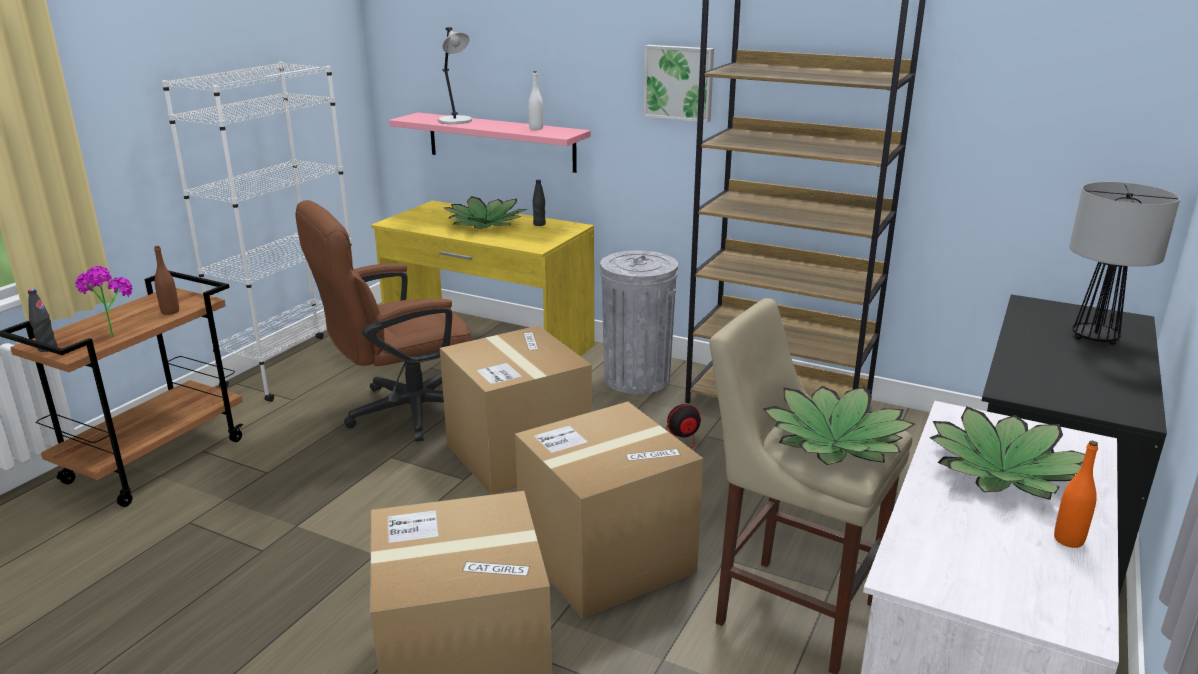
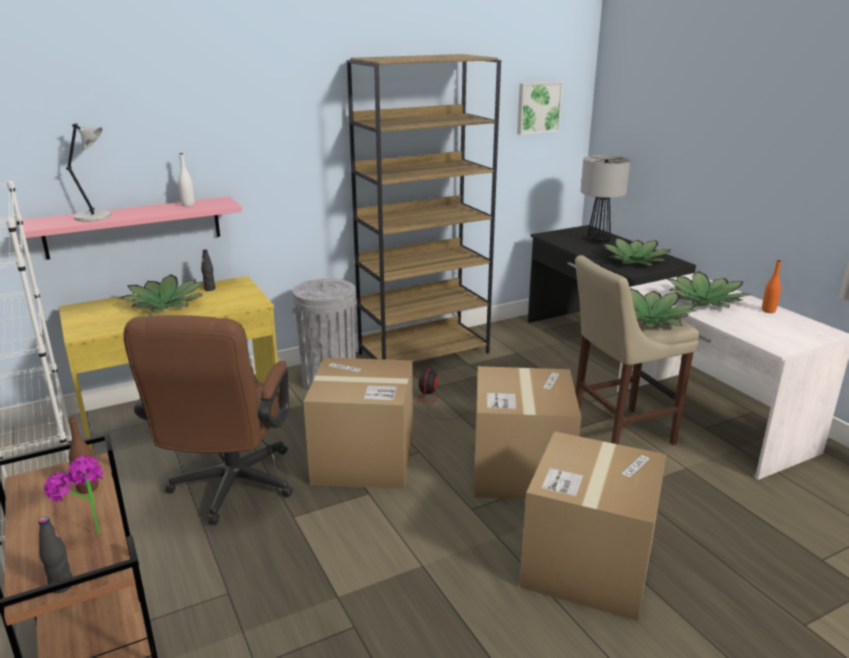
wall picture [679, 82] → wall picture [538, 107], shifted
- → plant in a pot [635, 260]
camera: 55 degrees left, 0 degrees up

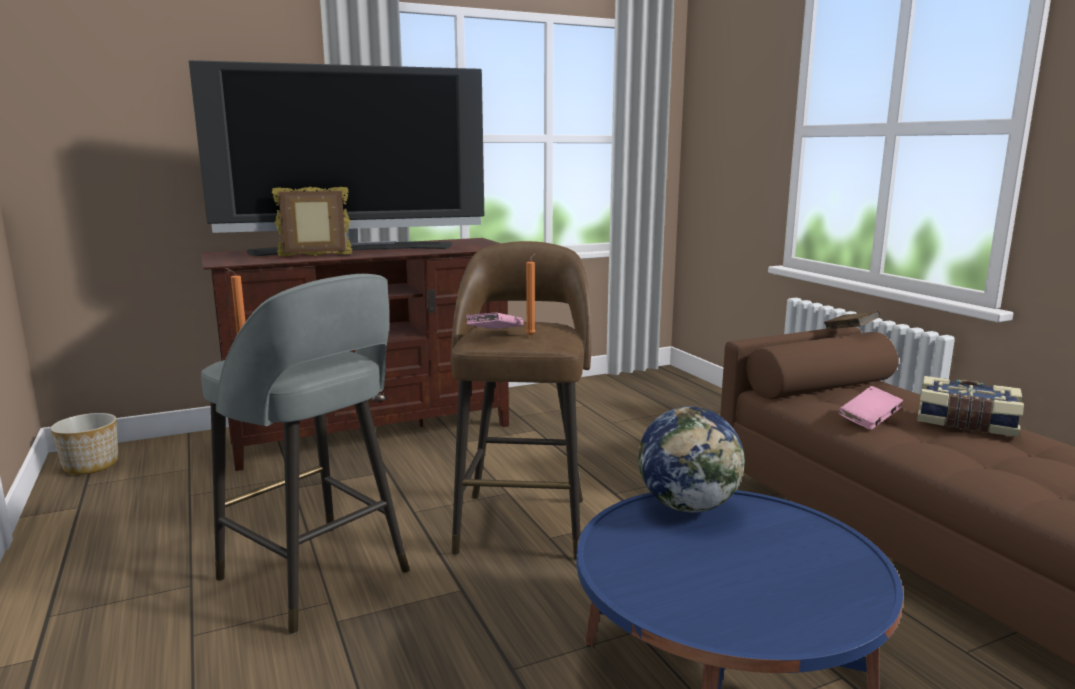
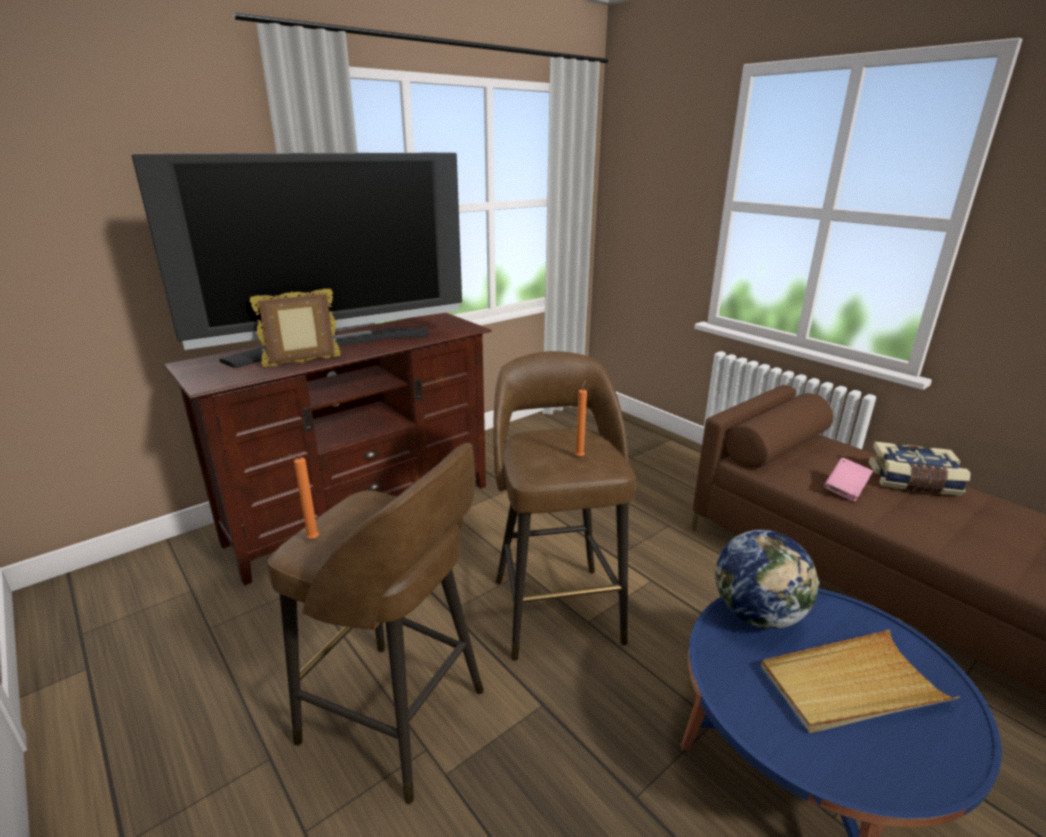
sitting stool (gray) [317, 577] → sitting stool (brown) [398, 719]
bound book (brown) [850, 332] → -
bound book (pink) [494, 335] → -
planter [91, 465] → -
- → carrying tray (sand-coloured) [851, 685]
camera: 15 degrees left, 10 degrees up

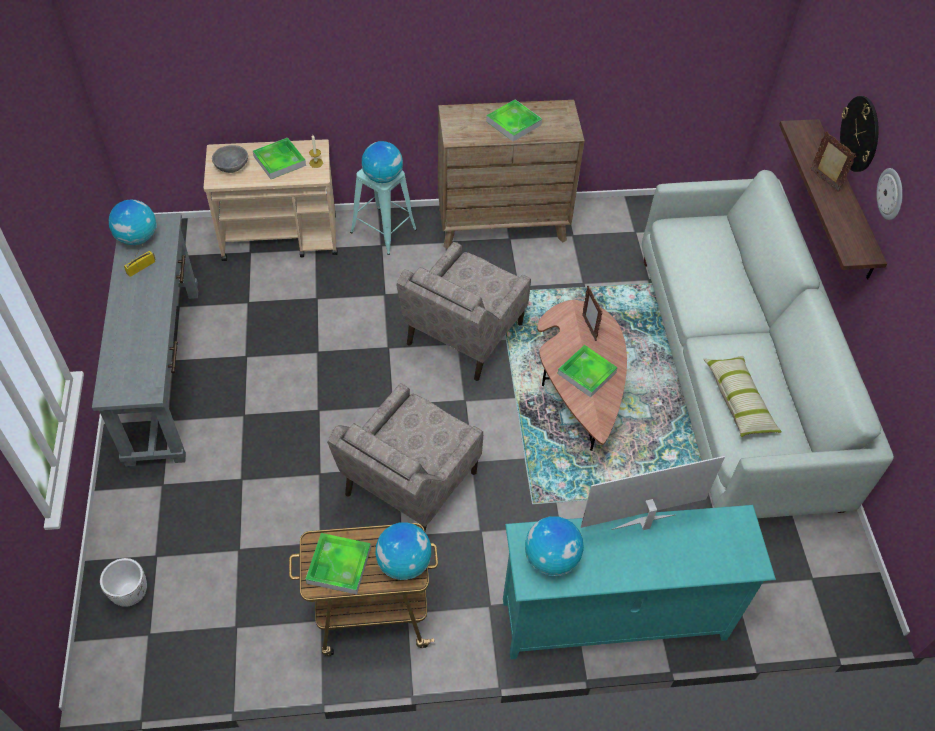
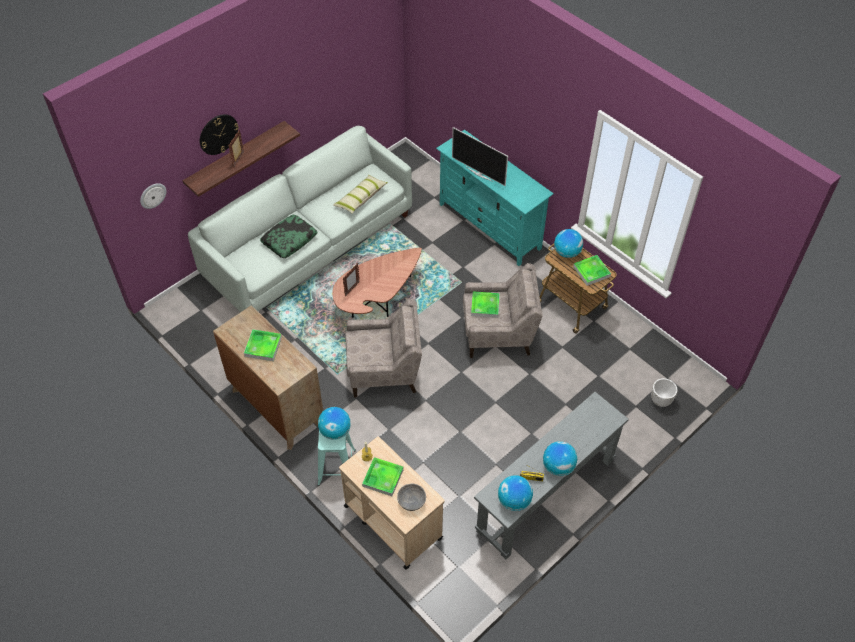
hanging clock [891, 194] → hanging clock [152, 195], shifted
carrying tray [586, 373] → carrying tray [485, 306], shifted
world globe [551, 558] → world globe [558, 466], shifted
- → throw pillow [289, 240]
camera: 125 degrees left, 0 degrees up

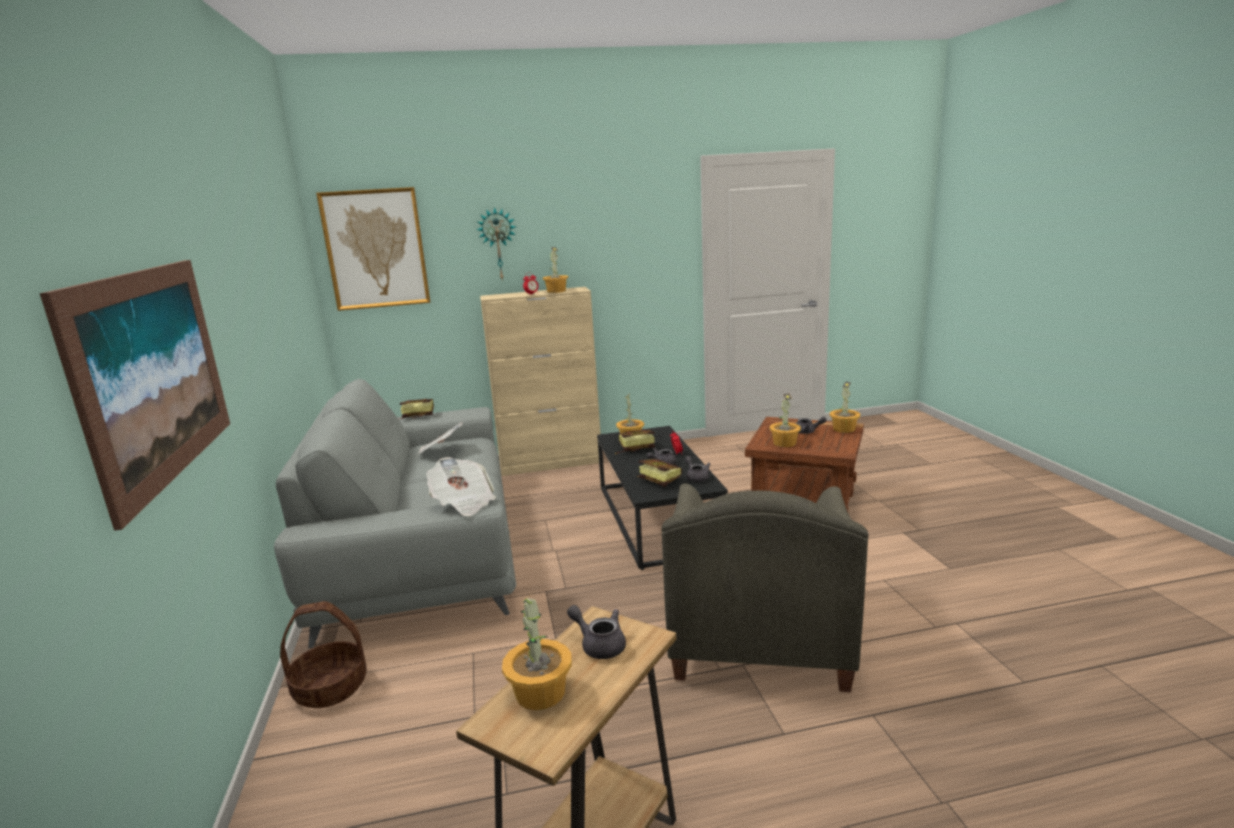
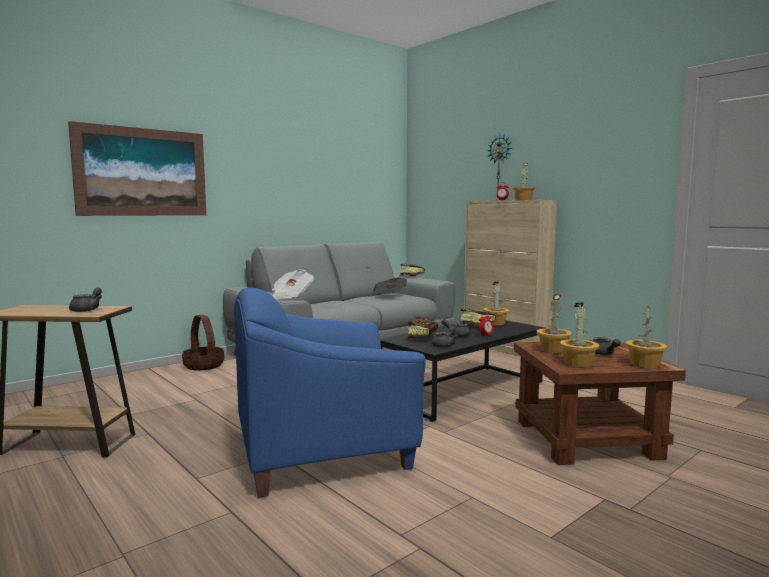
wall picture [376, 249] → -
armchair (gray) [758, 633] → armchair (blue) [323, 451]
plant in a pot [541, 693] → plant in a pot [578, 363], shifted
camera: 60 degrees right, 10 degrees down

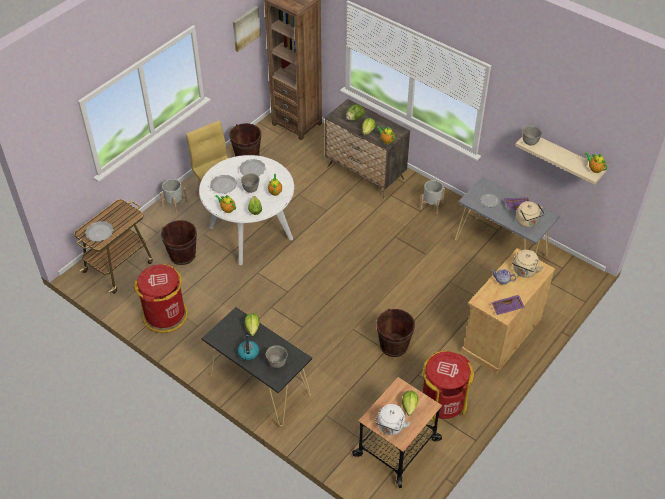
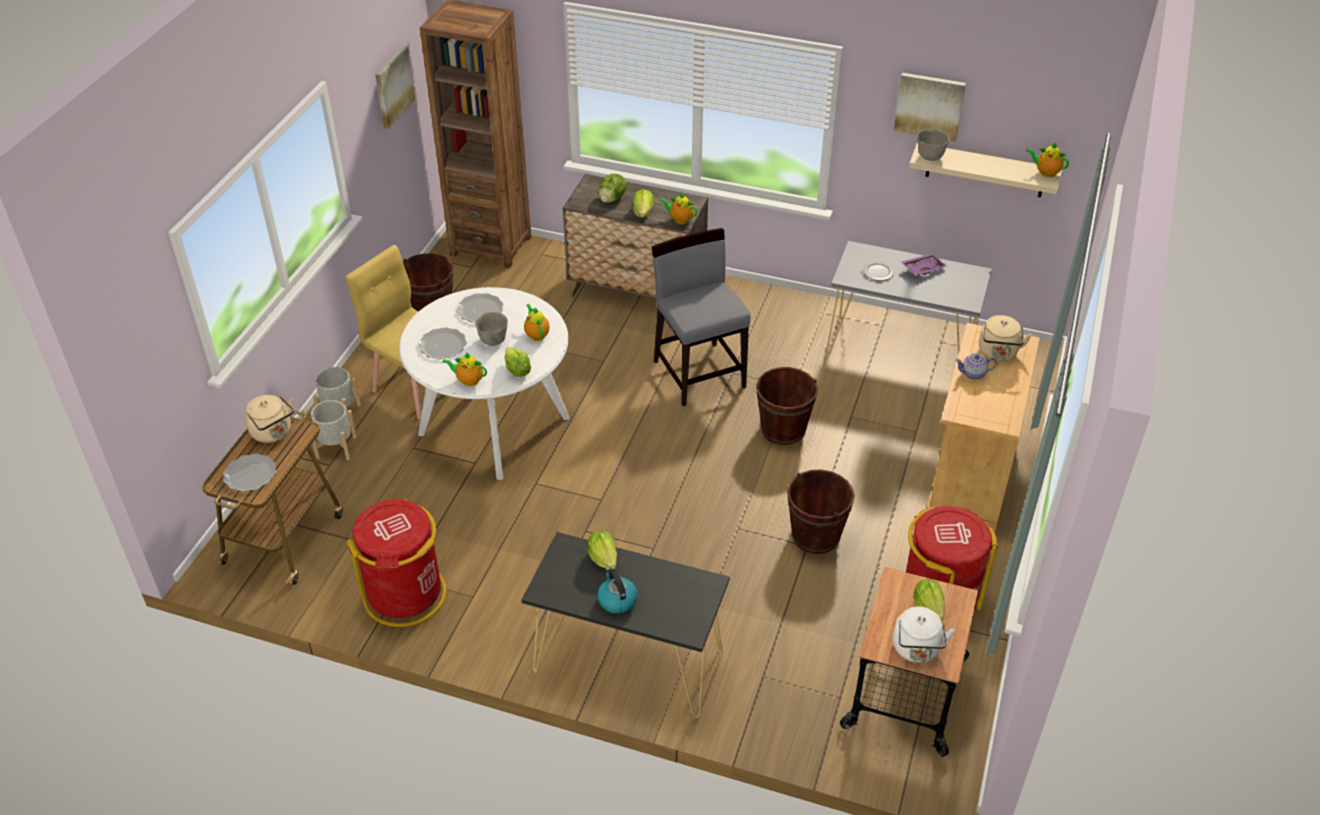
planter (gray) [431, 205] → planter (gray) [336, 447], shifted
tea kettle (sand-coloured) [527, 222] → tea kettle (sand-coloured) [273, 433], shifted
water bucket (brown) [182, 255] → water bucket (brown) [783, 429], shifted
carrying tray (purplish) [507, 308] → -
bowl (gray) [276, 363] → -
- → wall picture [929, 105]
- → plain chair (gray) [699, 373]
camera: 20 degrees left, 5 degrees down

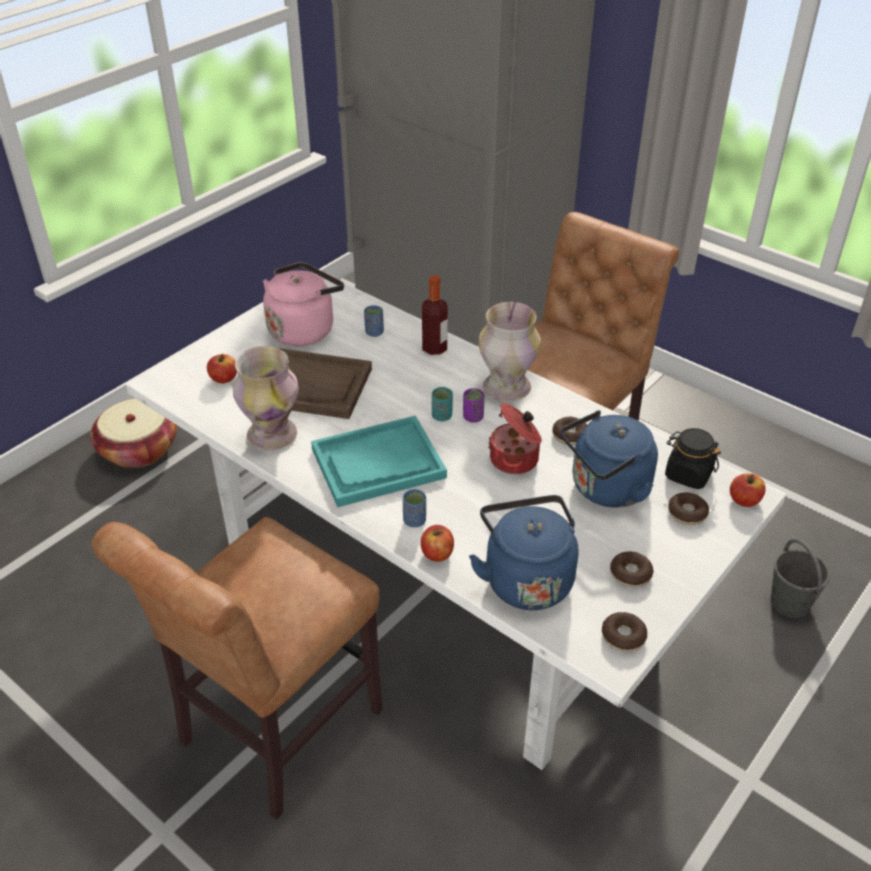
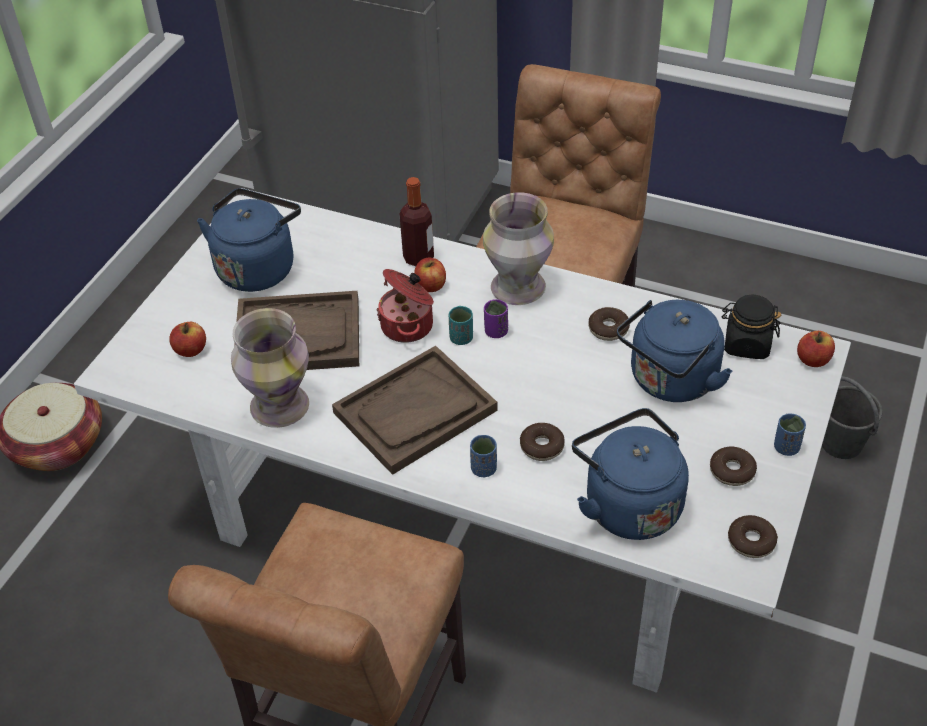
tea kettle (pink) [304, 329] → tea kettle (blue) [258, 267]
cup (blue) [374, 332] → cup (blue) [786, 447], shifted
stockpot [515, 459] → stockpot [408, 325], shifted
carrying tray (blue-green) [378, 464] → carrying tray (brown) [415, 412]
ring doughnut [687, 513] → ring doughnut [542, 446], shifted
apple [437, 553] → apple [430, 285], shifted
camera: 15 degrees left, 5 degrees up

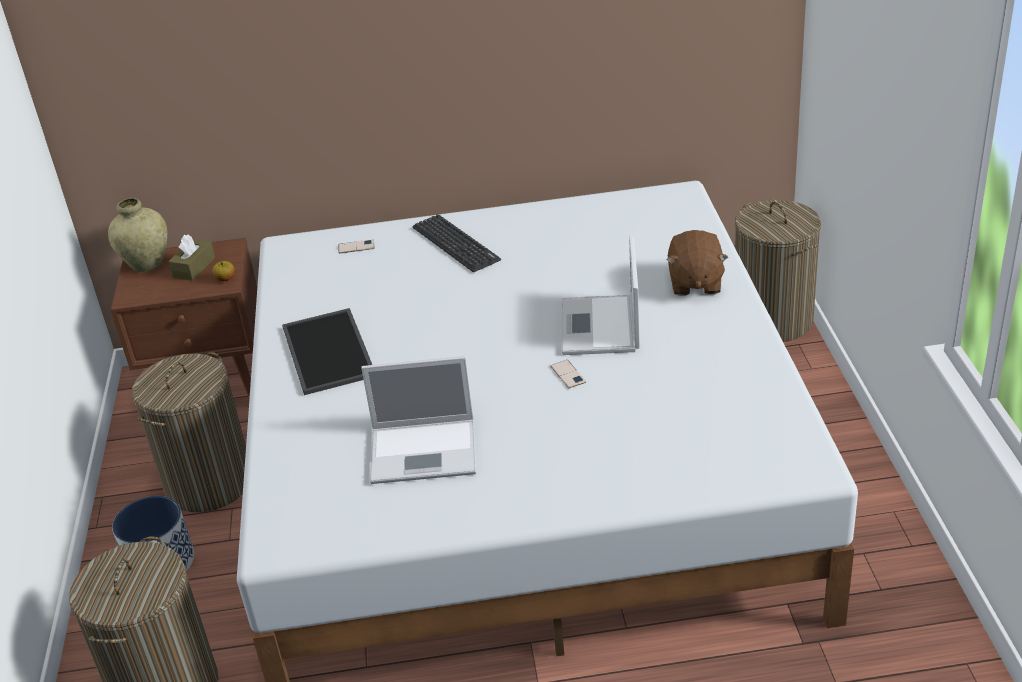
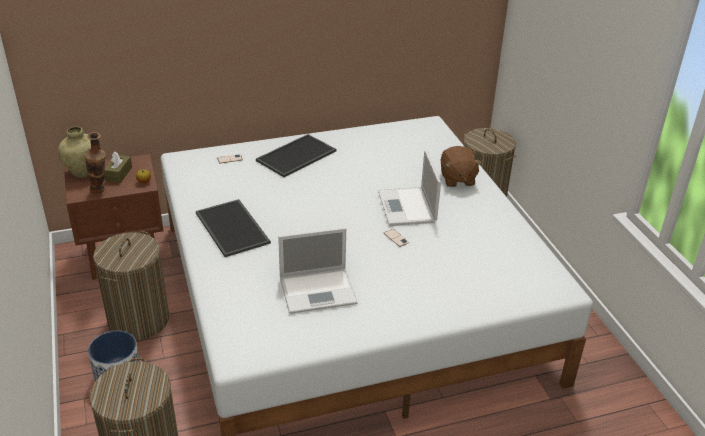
computer keyboard [455, 244] → carrying tray [296, 156]
- → flower vase [100, 191]
camera: 15 degrees left, 0 degrees up

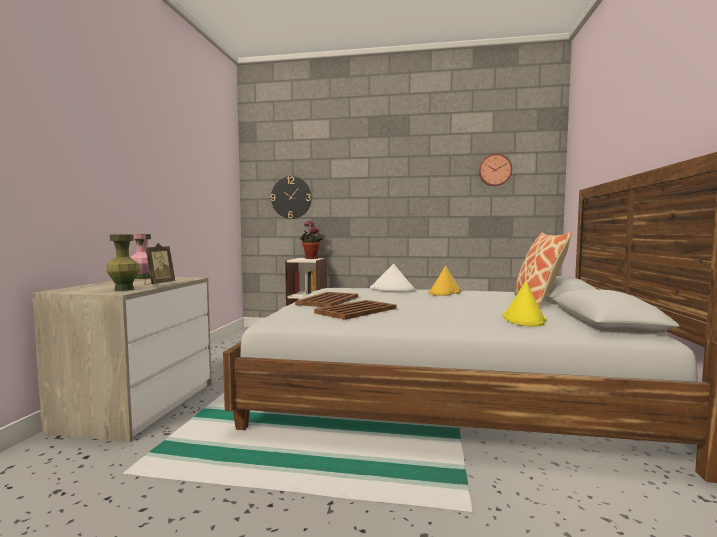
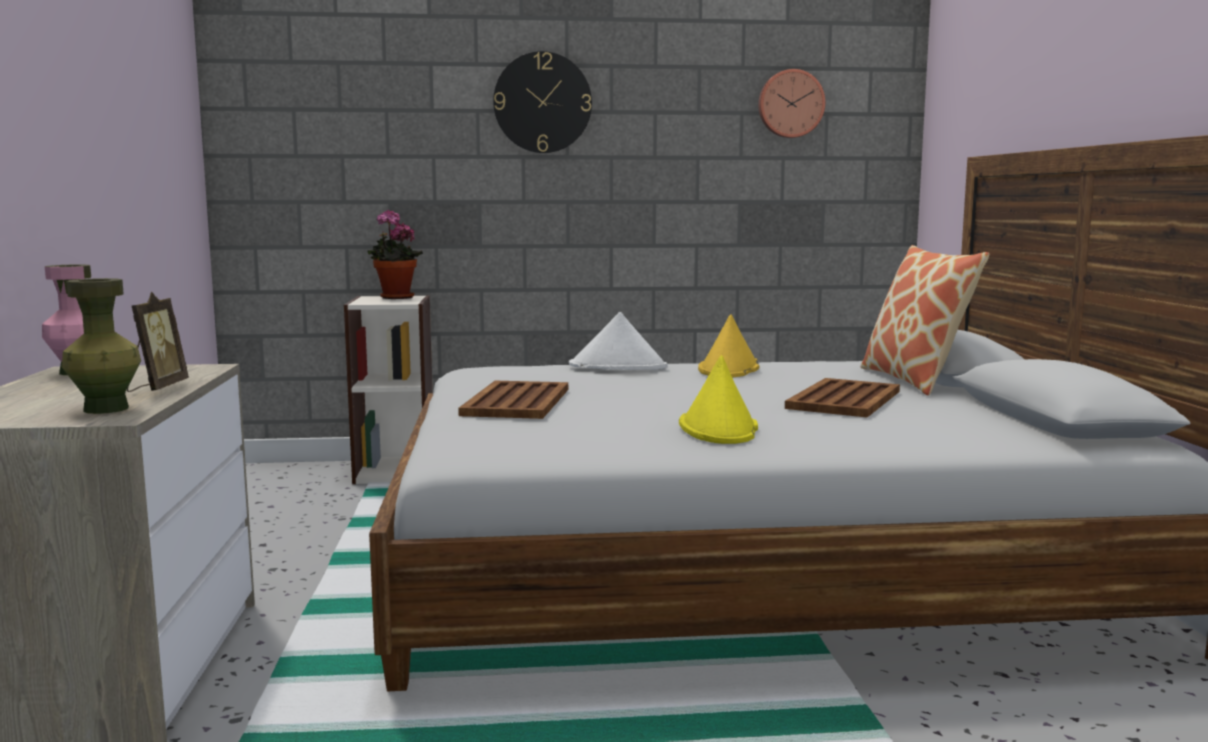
hanging clock [291, 197] → hanging clock [542, 102], shifted
hat (yellowish) [524, 319] → hat (yellowish) [718, 428], shifted
carrying tray (brown) [357, 310] → carrying tray (brown) [845, 399], shifted
camera: 15 degrees left, 5 degrees up

